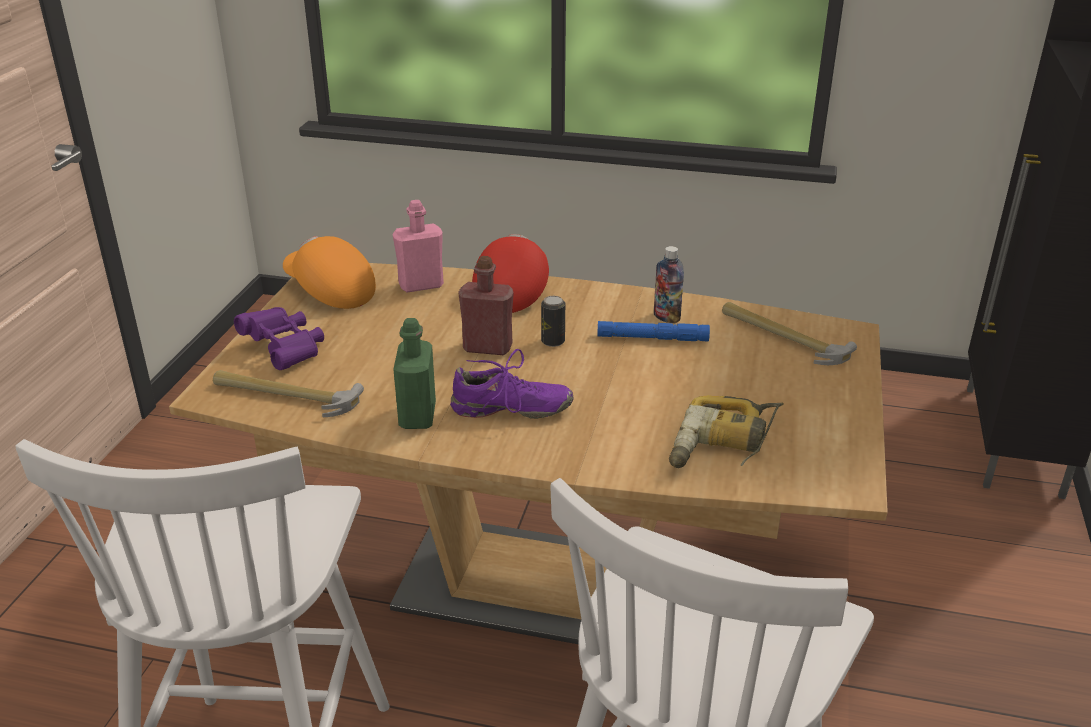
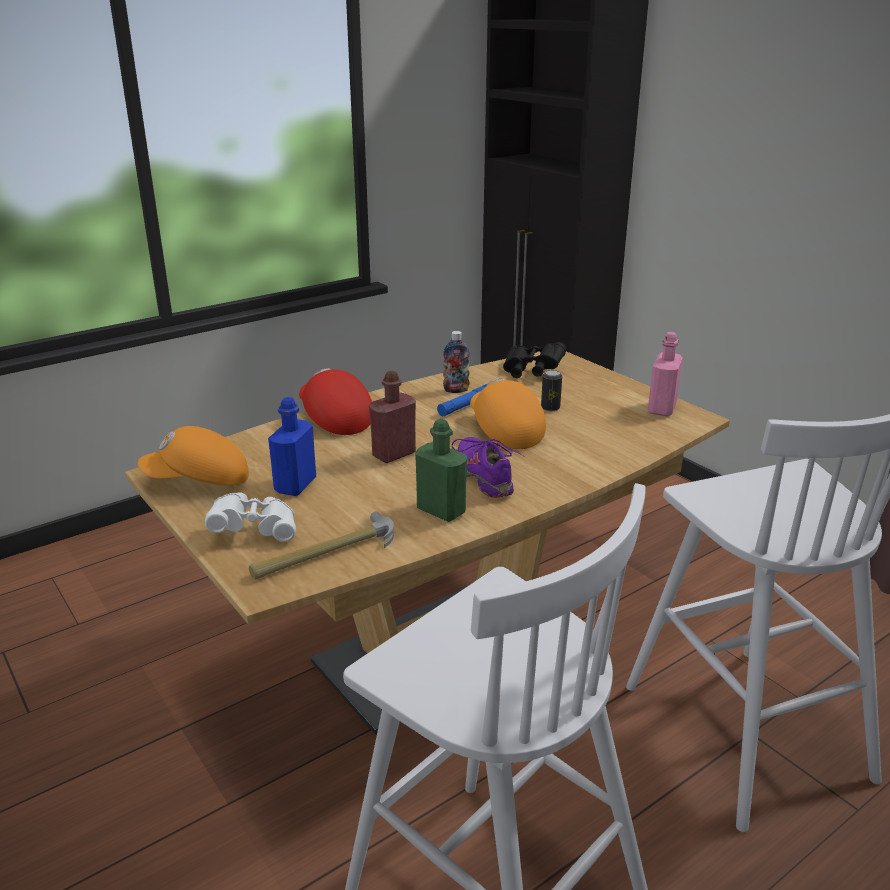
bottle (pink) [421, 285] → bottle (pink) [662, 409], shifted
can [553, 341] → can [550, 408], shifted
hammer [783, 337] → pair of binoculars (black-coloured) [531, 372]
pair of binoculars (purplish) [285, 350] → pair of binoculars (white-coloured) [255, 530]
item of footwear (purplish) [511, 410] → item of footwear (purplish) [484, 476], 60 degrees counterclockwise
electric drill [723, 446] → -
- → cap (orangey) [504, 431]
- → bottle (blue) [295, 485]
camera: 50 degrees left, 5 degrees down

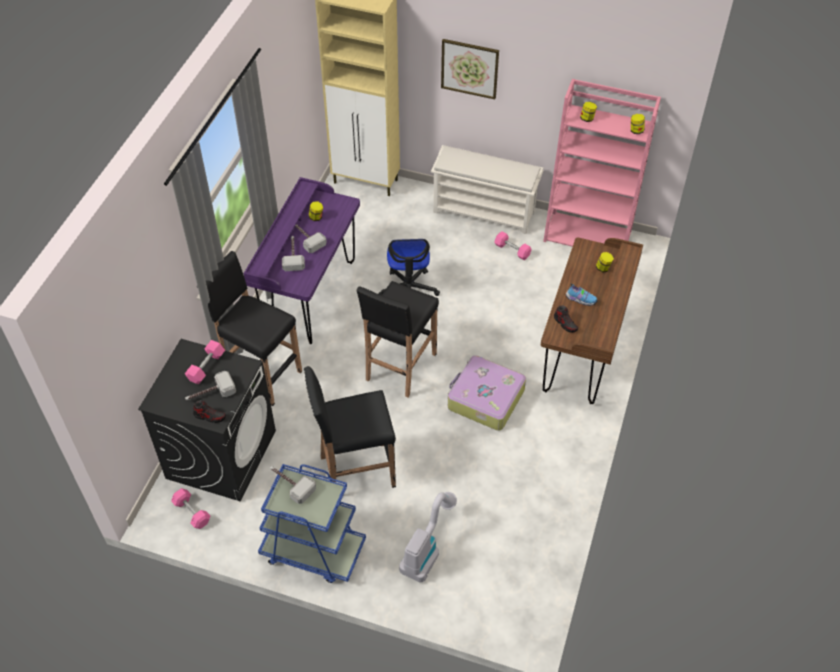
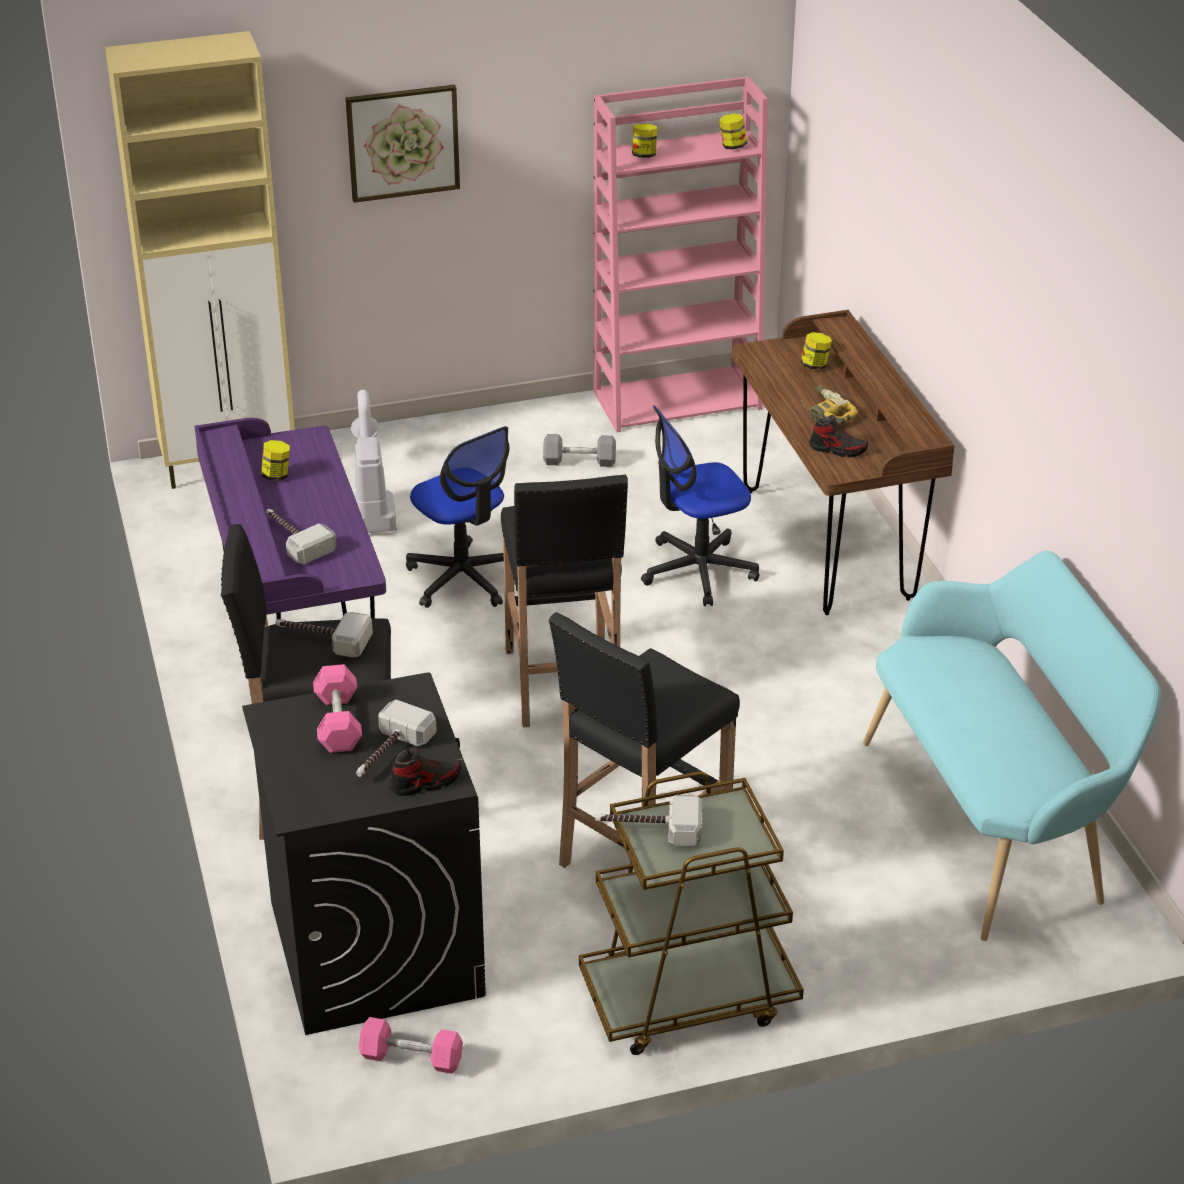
shoe rack (white-coloured) [485, 211] → -
hammer [306, 238] → hammer [322, 639], shifted
dumbbell (pink) [512, 250] → dumbbell (gray) [579, 461]
item of footwear [580, 299] → electric drill [825, 413]
piece of luggage [485, 399] → -
wheeled cart (blue) [312, 550] → wheeled cart (brown) [688, 998]
hoover [426, 549] → hoover [370, 504], shifted
- → computer chair [698, 570]
- → indoor bench (blue-green) [994, 822]
camera: 35 degrees left, 15 degrees down

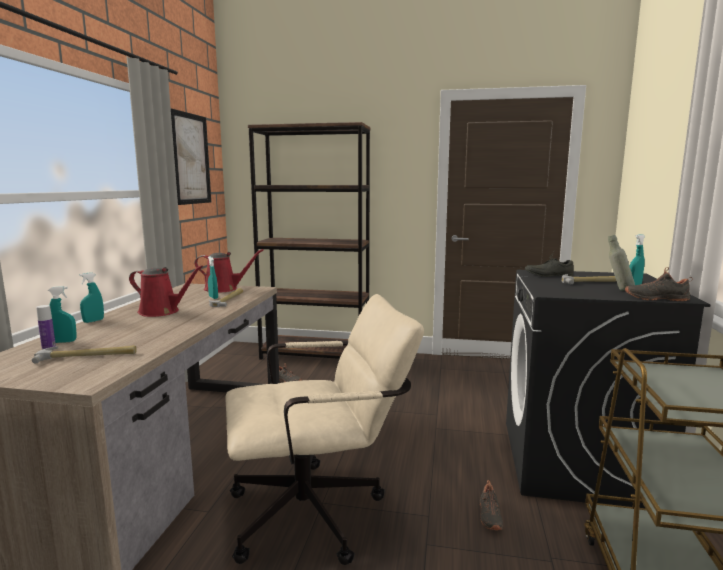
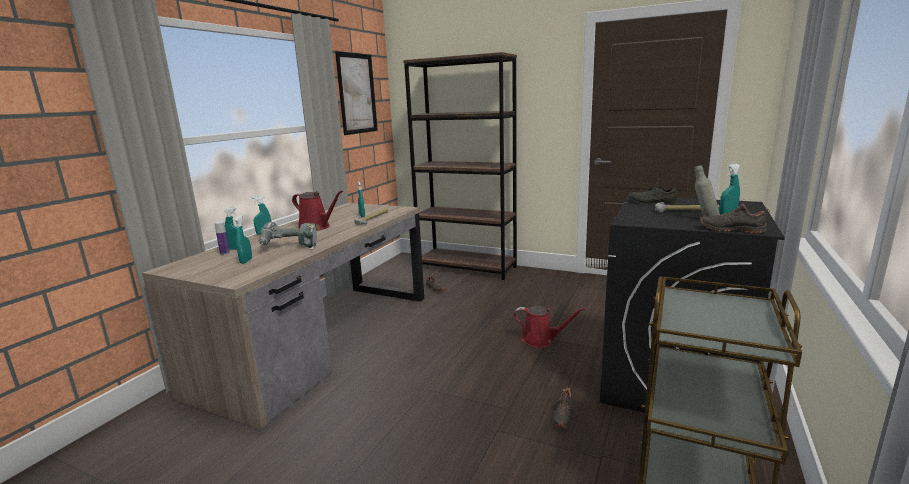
sprinkling can (red-coloured) [224, 289] → sprinkling can (red-coloured) [541, 340], shifted
computer chair (sand-coloured) [320, 511] → -
hammer [87, 356] → spray bottle (blue-green) [246, 261]
- → electric drill [289, 248]
camera: 15 degrees right, 5 degrees up

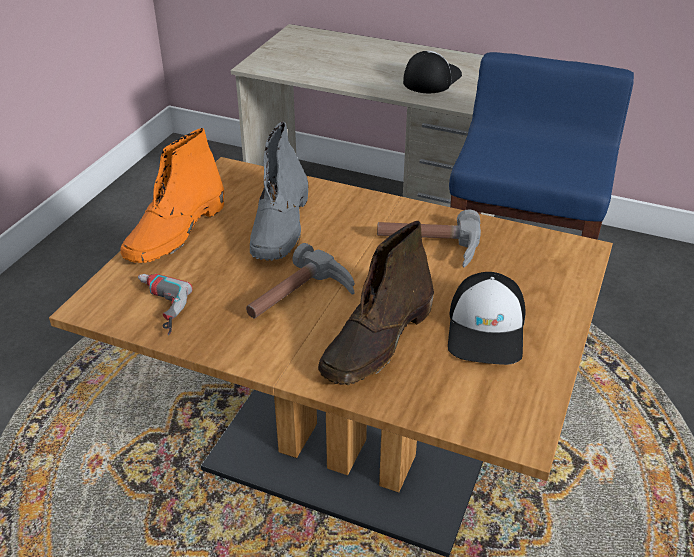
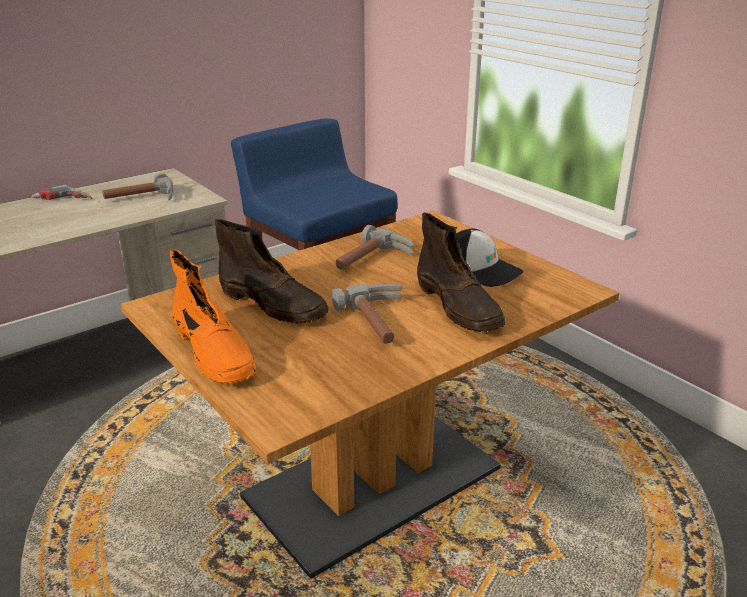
cap [431, 79] → hammer [141, 199]
boot (gray) [280, 227] → boot (brown) [274, 305]
electric drill [155, 308] → electric drill [62, 201], shifted
camera: 60 degrees left, 10 degrees down

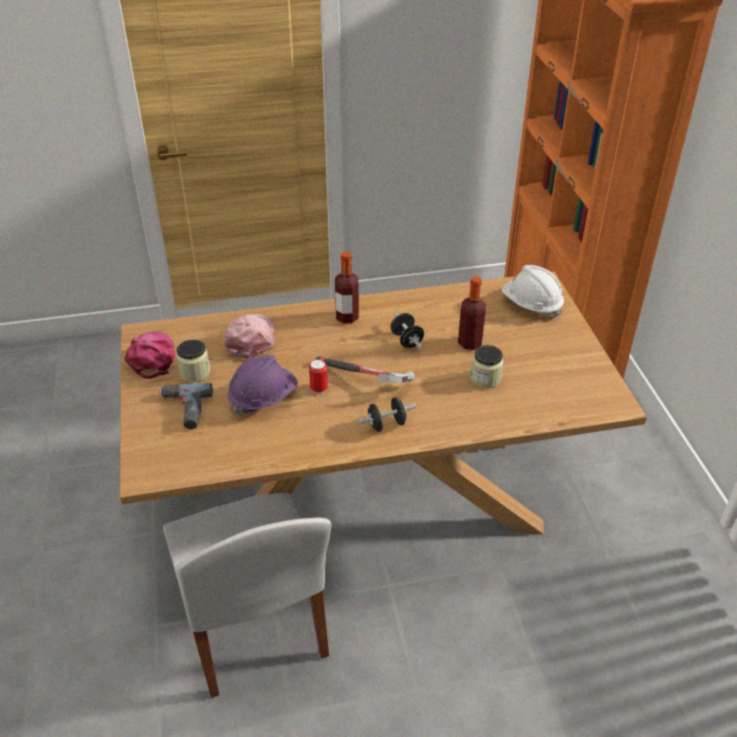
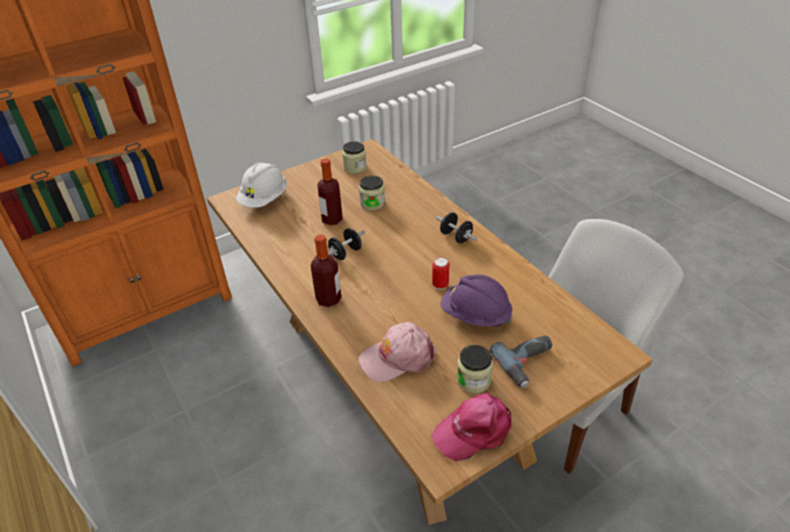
hammer [364, 380] → -
- → jar [355, 168]
camera: 110 degrees left, 0 degrees up

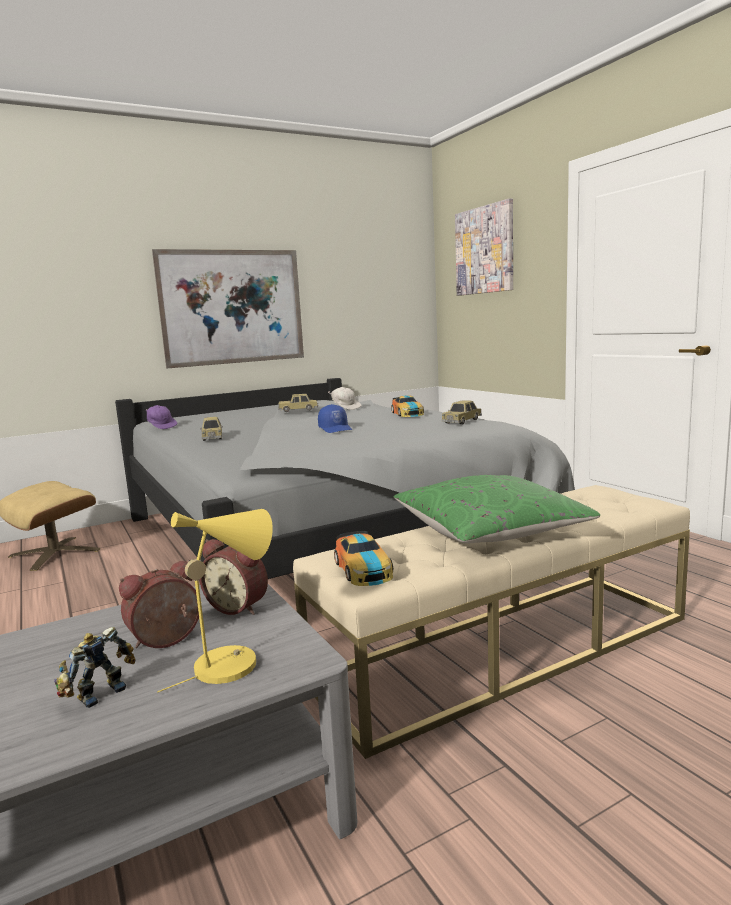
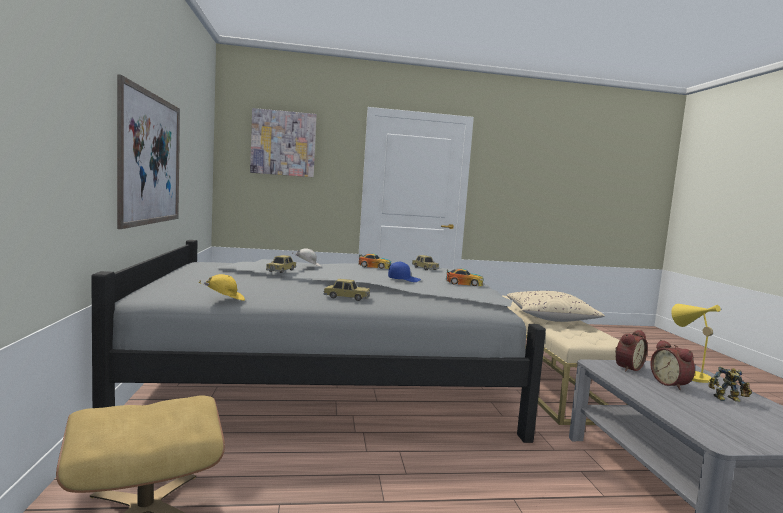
cap (purplish) [161, 427] → cap (yellowish) [224, 299]
throw pillow (greenish) [488, 531] → throw pillow (sand-coloured) [550, 318]
miniature car [363, 569] → miniature car [464, 283], shifted
toy robot [98, 693] → toy robot [728, 399], 60 degrees counterclockwise
camera: 70 degrees left, 5 degrees down

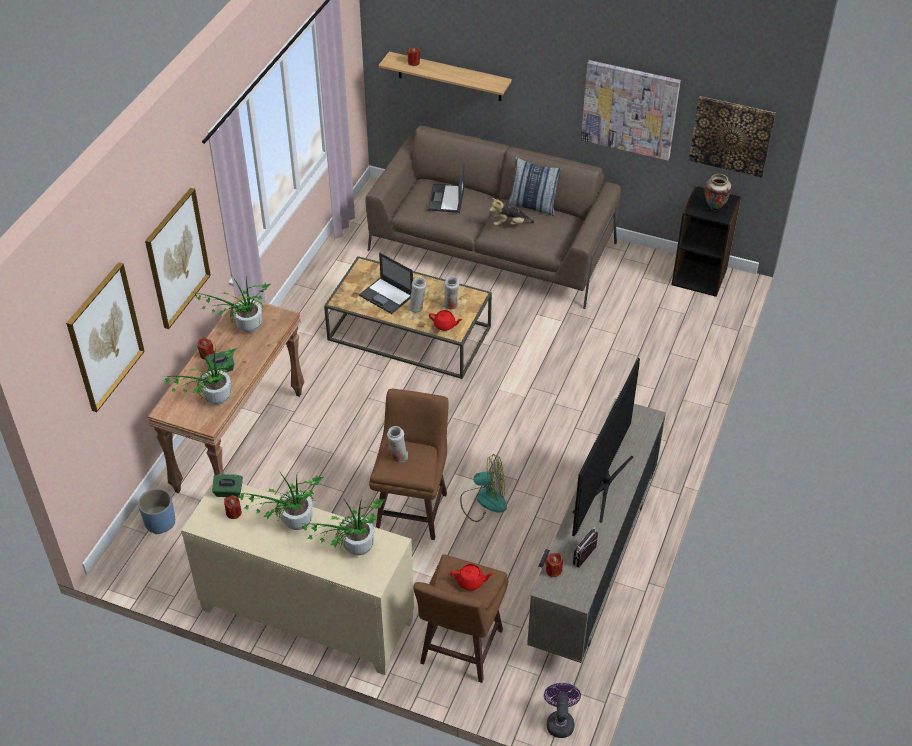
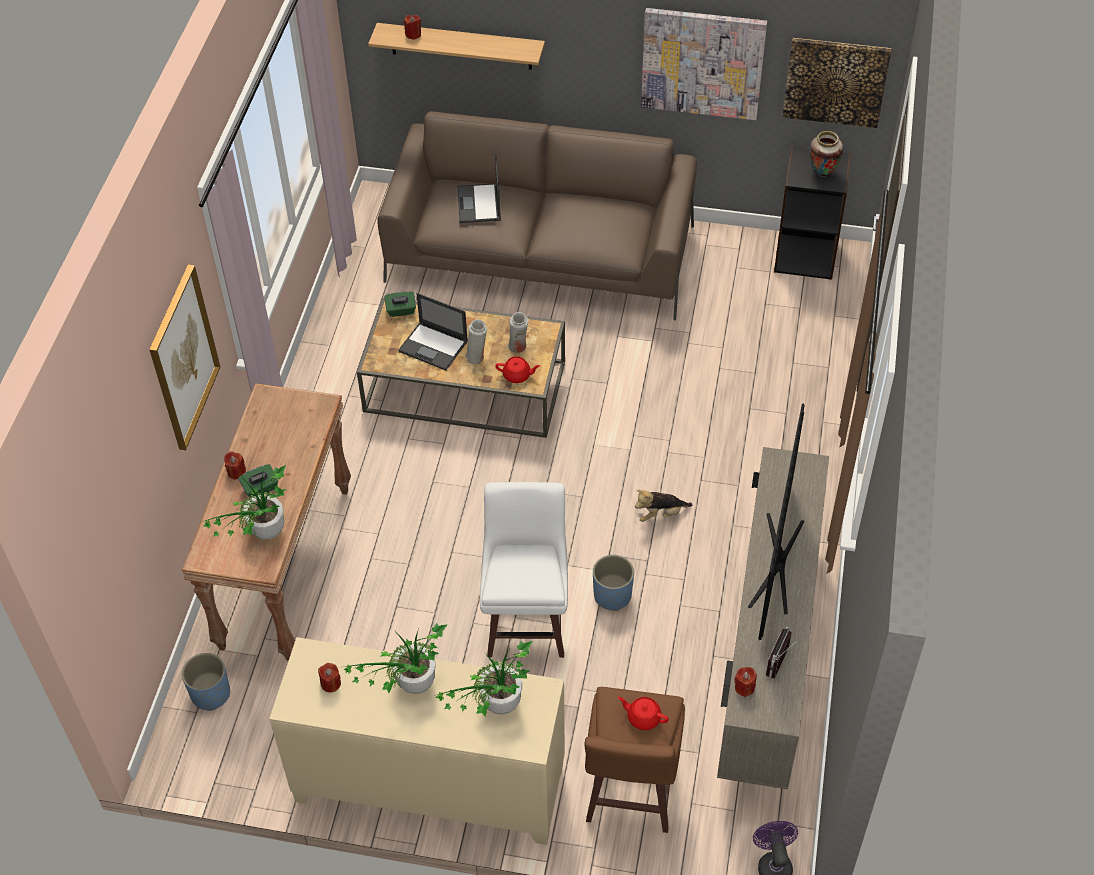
throw pillow [533, 206] → -
soft toy [510, 224] → soft toy [660, 514], shifted
wall picture [105, 337] → -
plant in a pot [244, 329] → -
sitting stool (brown) [413, 509] → sitting stool (white-coloured) [527, 621]
flower vase (white-coloured) [398, 457] → -
electric fan [484, 501] → planter (blue) [612, 595]
tissue holder (greenish) [228, 492] → tissue holder (greenish) [401, 311], shifted
tea pot (red-coloured) [471, 582] → tea pot (red-coloured) [643, 717], 150 degrees counterclockwise
camera: 10 degrees left, 5 degrees up

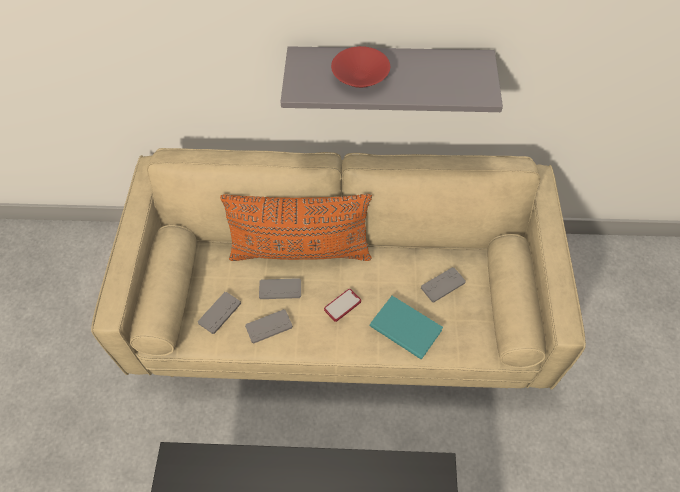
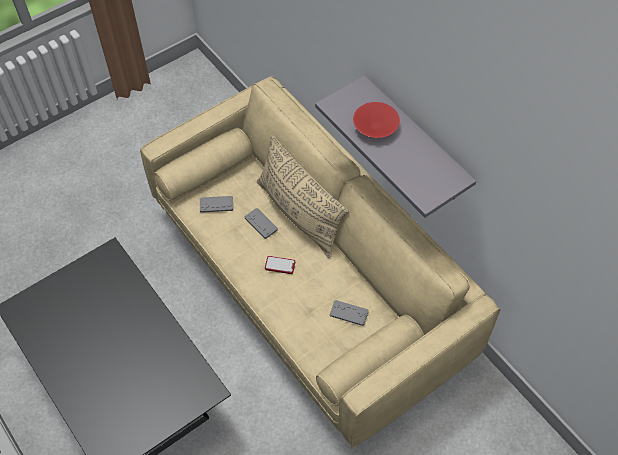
throw pillow (orangey) [300, 251] → throw pillow (sand-coloured) [299, 214]
bound book (blue-green) [406, 326] → -
gamepad (gray) [269, 326] → -
camera: 50 degrees right, 0 degrees up

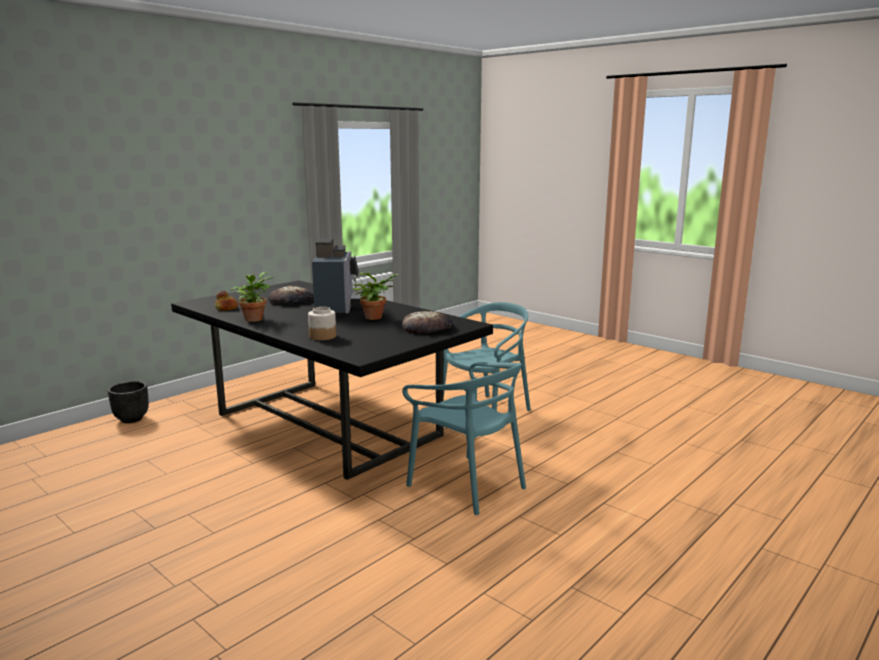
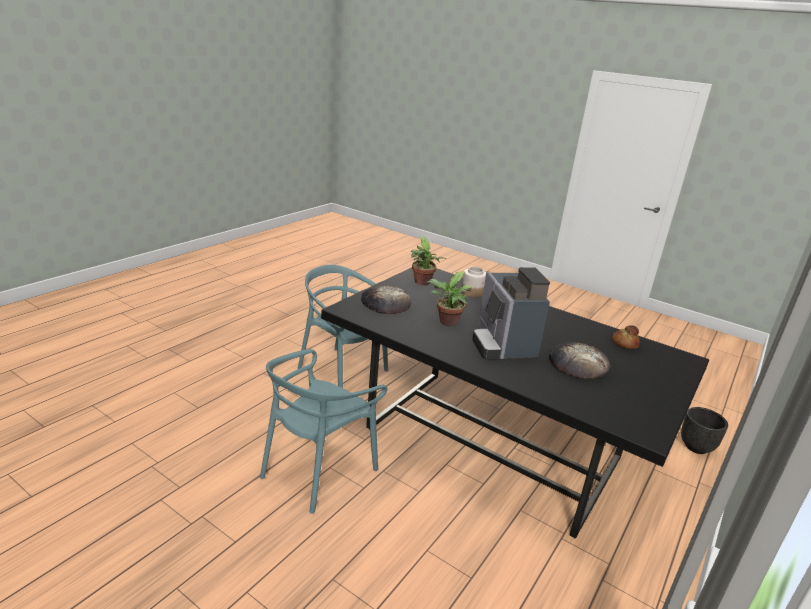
plant in a pot [254, 319] → plant in a pot [423, 283], shifted
camera: 170 degrees right, 10 degrees up

